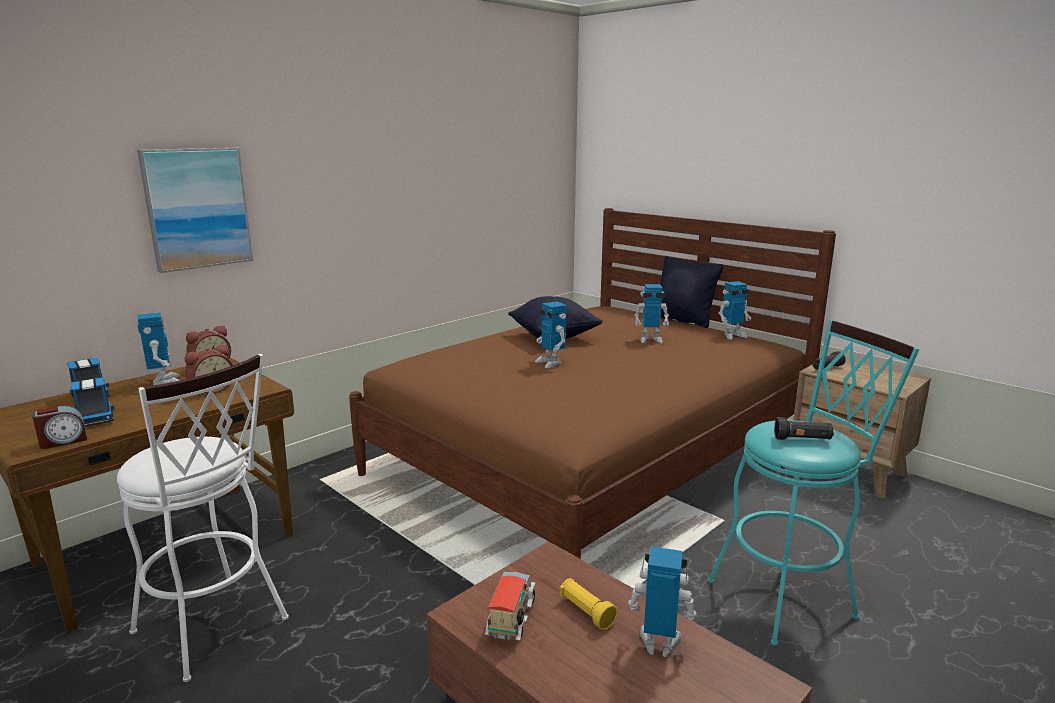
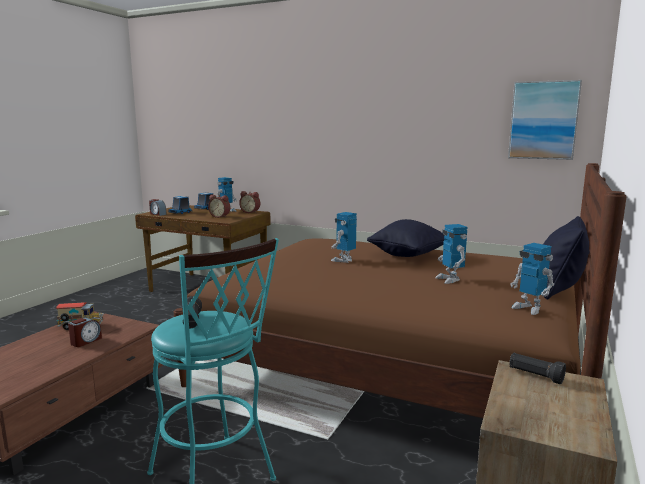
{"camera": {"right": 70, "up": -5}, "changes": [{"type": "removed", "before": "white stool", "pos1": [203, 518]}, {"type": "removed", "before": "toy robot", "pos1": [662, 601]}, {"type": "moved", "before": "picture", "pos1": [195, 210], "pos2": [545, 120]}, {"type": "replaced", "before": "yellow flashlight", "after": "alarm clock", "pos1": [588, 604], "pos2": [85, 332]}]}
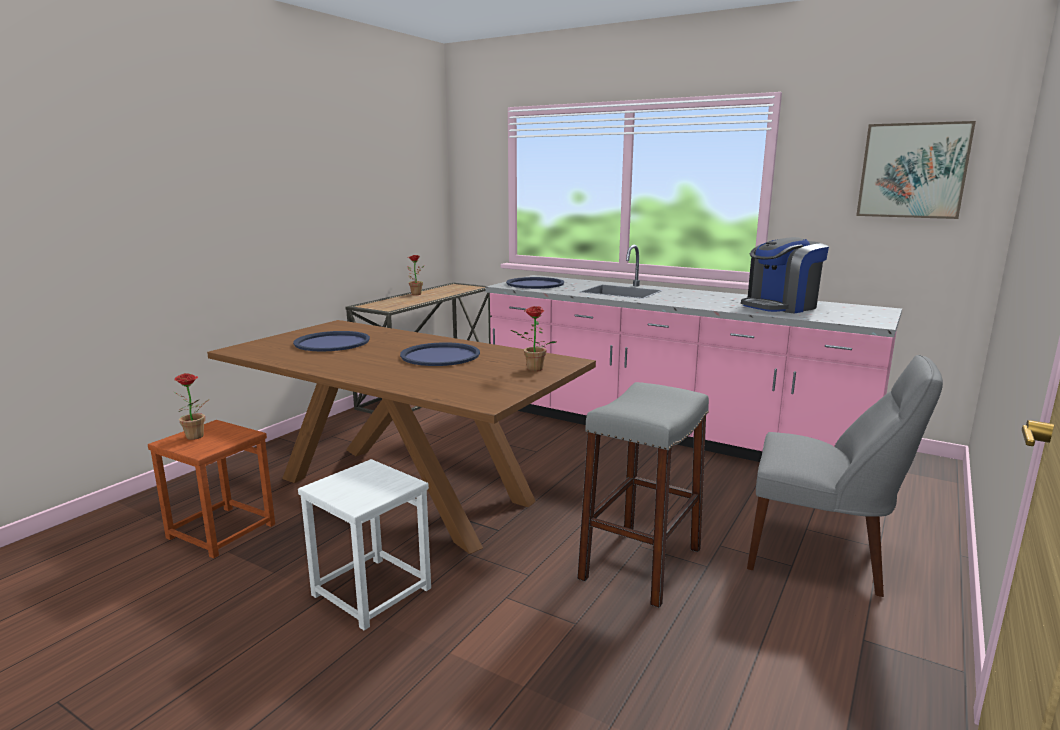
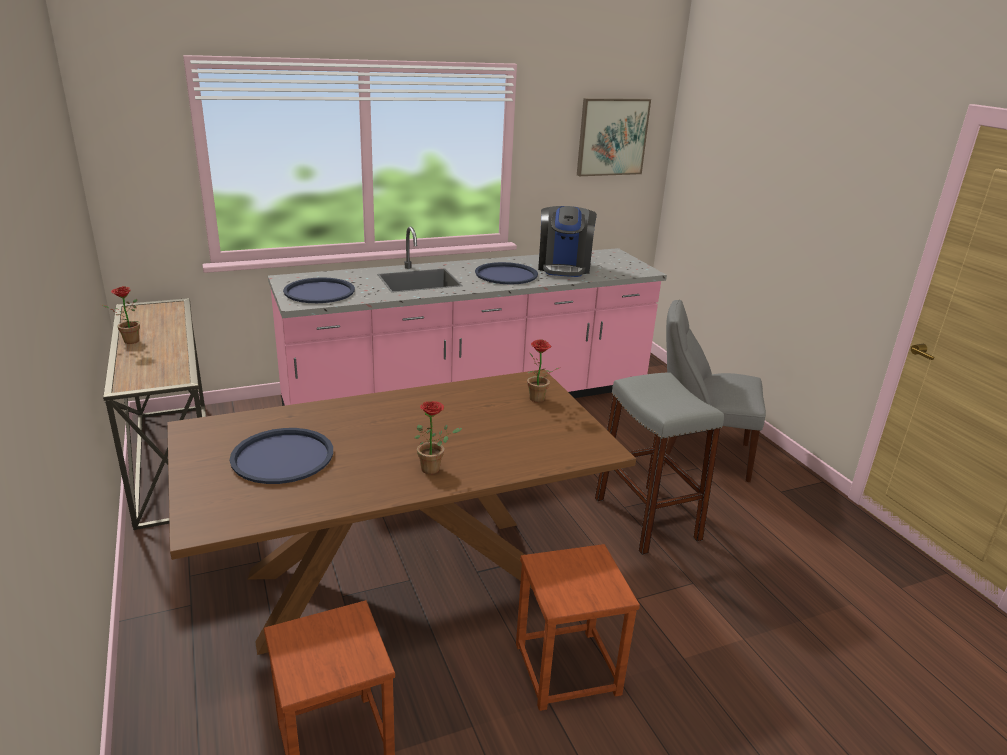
{"camera": {"right": -55, "up": 10}, "changes": [{"type": "moved", "before": "potted plant", "pos1": [192, 406], "pos2": [439, 437]}, {"type": "moved", "before": "blue tray", "pos1": [440, 354], "pos2": [506, 273]}, {"type": "recoloured", "before": "white stool", "after": "brown stool", "pos1": [364, 544], "pos2": [578, 627]}, {"type": "turned", "before": "grey chair", "pos1": [845, 476], "pos2": [714, 391], "turn": -135}]}
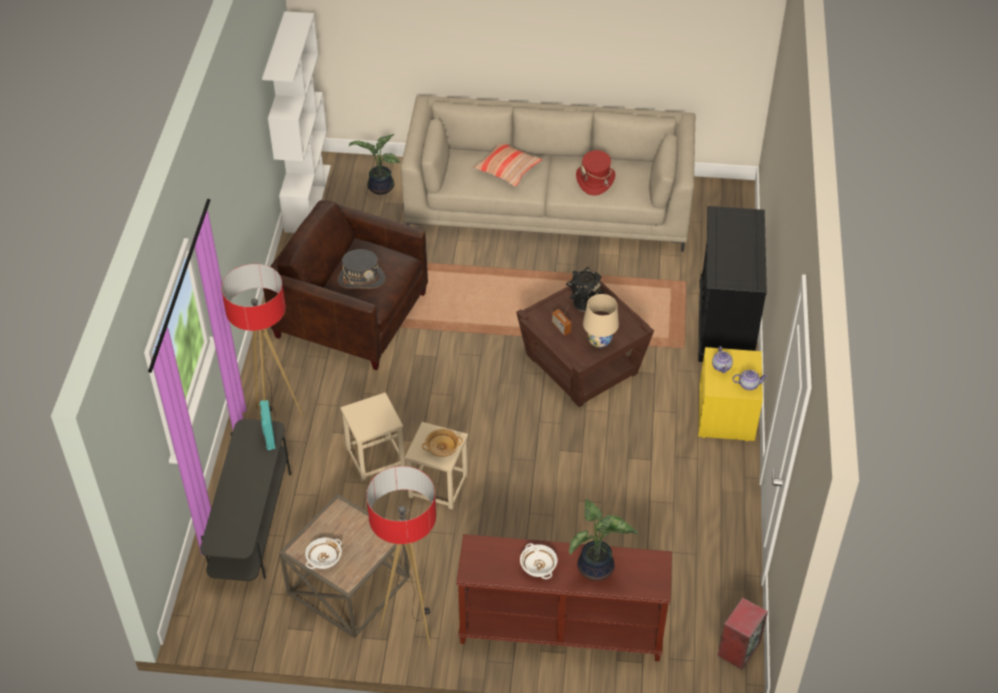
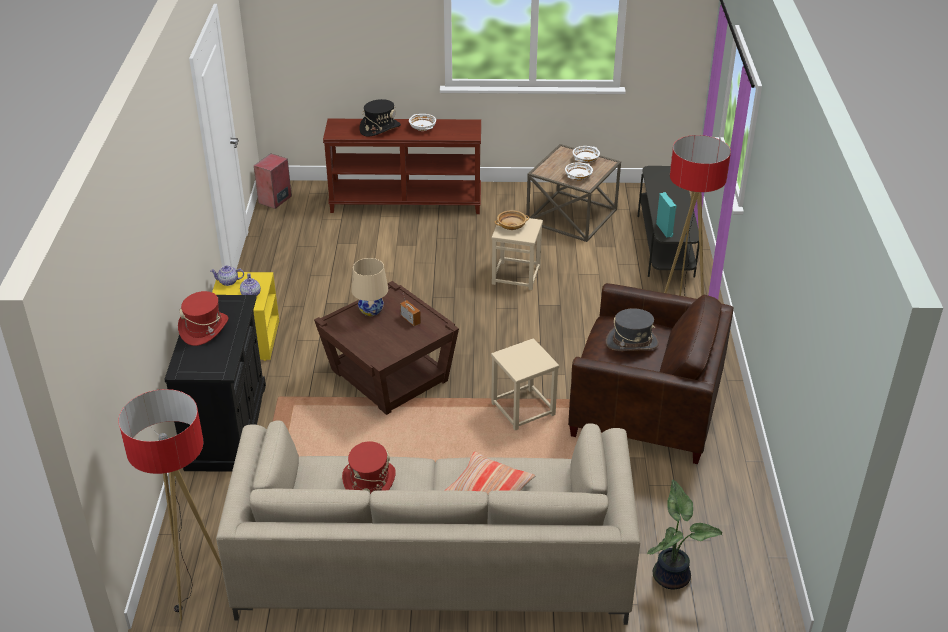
{"camera": {"right": 175, "up": -10}, "changes": [{"type": "removed", "before": "white bookcase", "pos1": [296, 122]}, {"type": "removed", "before": "black vase", "pos1": [585, 289]}, {"type": "added", "after": "red hat", "pos2": [203, 318]}, {"type": "added", "after": "white bowl", "pos2": [579, 171]}, {"type": "moved", "before": "beige stool", "pos1": [372, 436], "pos2": [525, 384]}, {"type": "moved", "before": "floor lamp", "pos1": [401, 556], "pos2": [170, 505]}, {"type": "replaced", "before": "potted plant", "after": "black hat", "pos1": [603, 540], "pos2": [380, 118]}]}
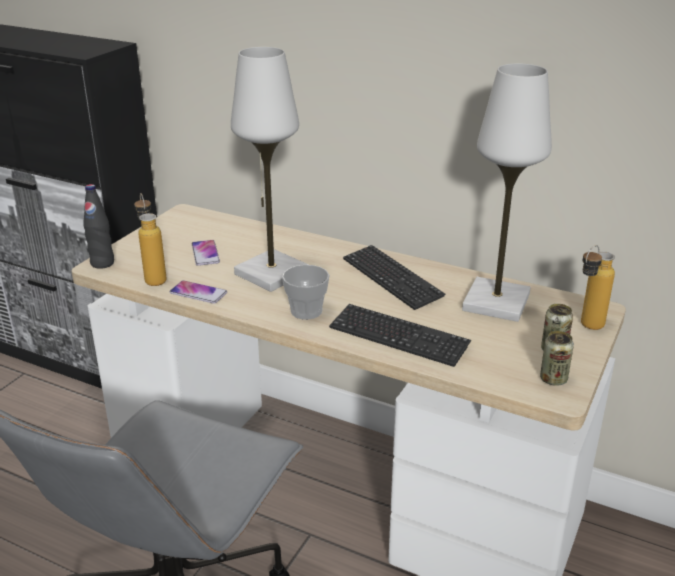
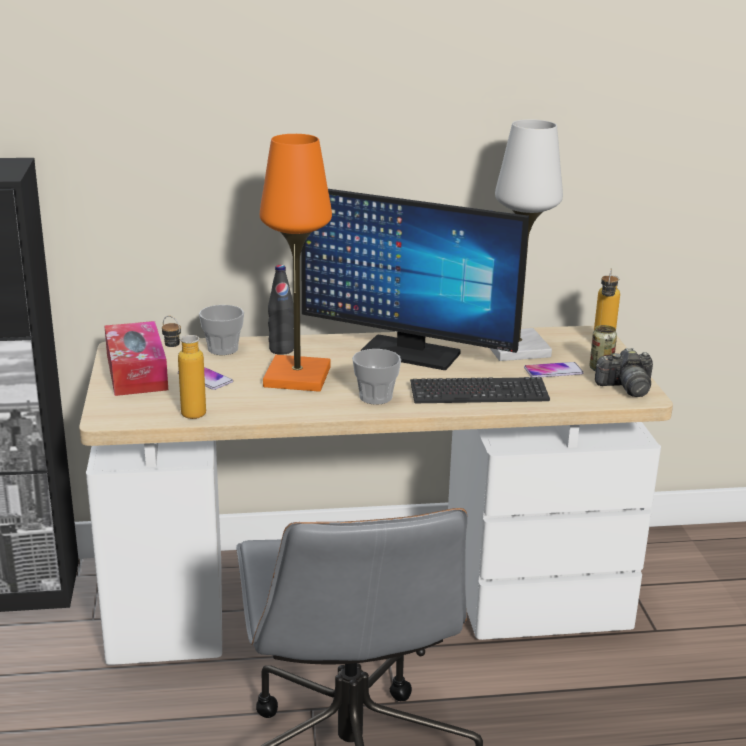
{"camera": {"right": -35, "up": -5}, "changes": [{"type": "added", "after": "tissue box", "pos2": [136, 358]}, {"type": "added", "after": "cup", "pos2": [221, 330]}, {"type": "moved", "before": "black bottle", "pos1": [98, 226], "pos2": [281, 310]}, {"type": "moved", "before": "phone", "pos1": [198, 292], "pos2": [554, 369]}, {"type": "replaced", "before": "keyboard", "after": "monitor", "pos1": [394, 277], "pos2": [415, 279]}, {"type": "replaced", "before": "can", "after": "photo camera", "pos1": [557, 358], "pos2": [624, 372]}, {"type": "recoloured", "before": "white table lamp", "after": "orange table lamp", "pos1": [270, 169], "pos2": [296, 263]}]}
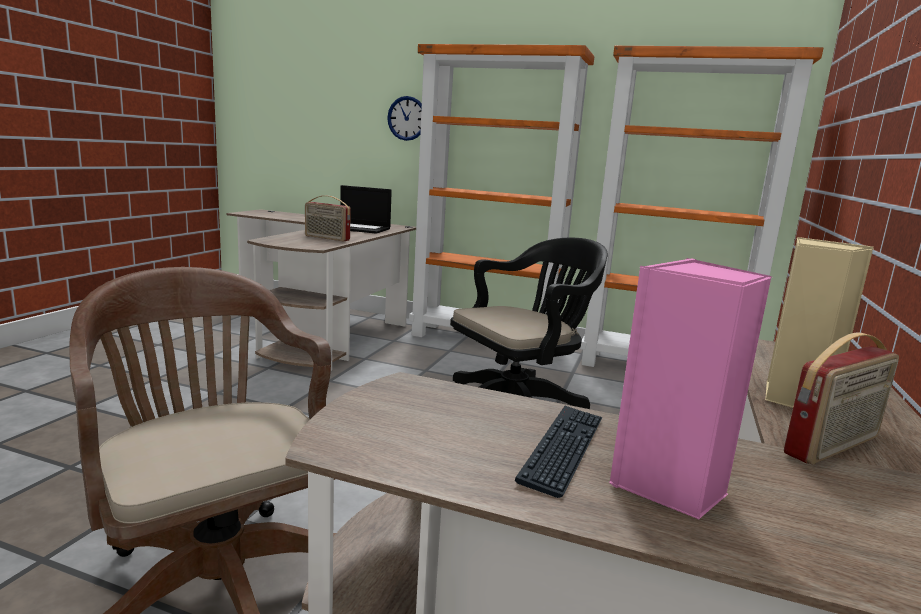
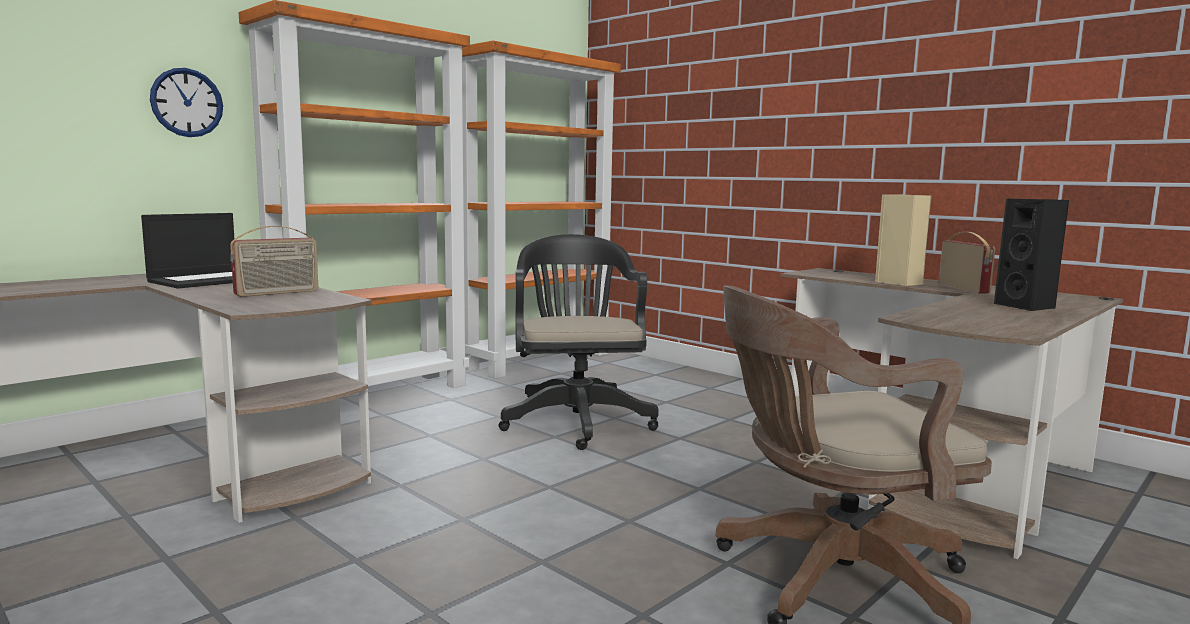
{"camera": {"right": -65, "up": -5}, "changes": [{"type": "removed", "before": "keyboard", "pos1": [559, 452]}, {"type": "recoloured", "before": "pink speaker", "after": "black speaker", "pos1": [691, 388], "pos2": [1031, 255]}]}
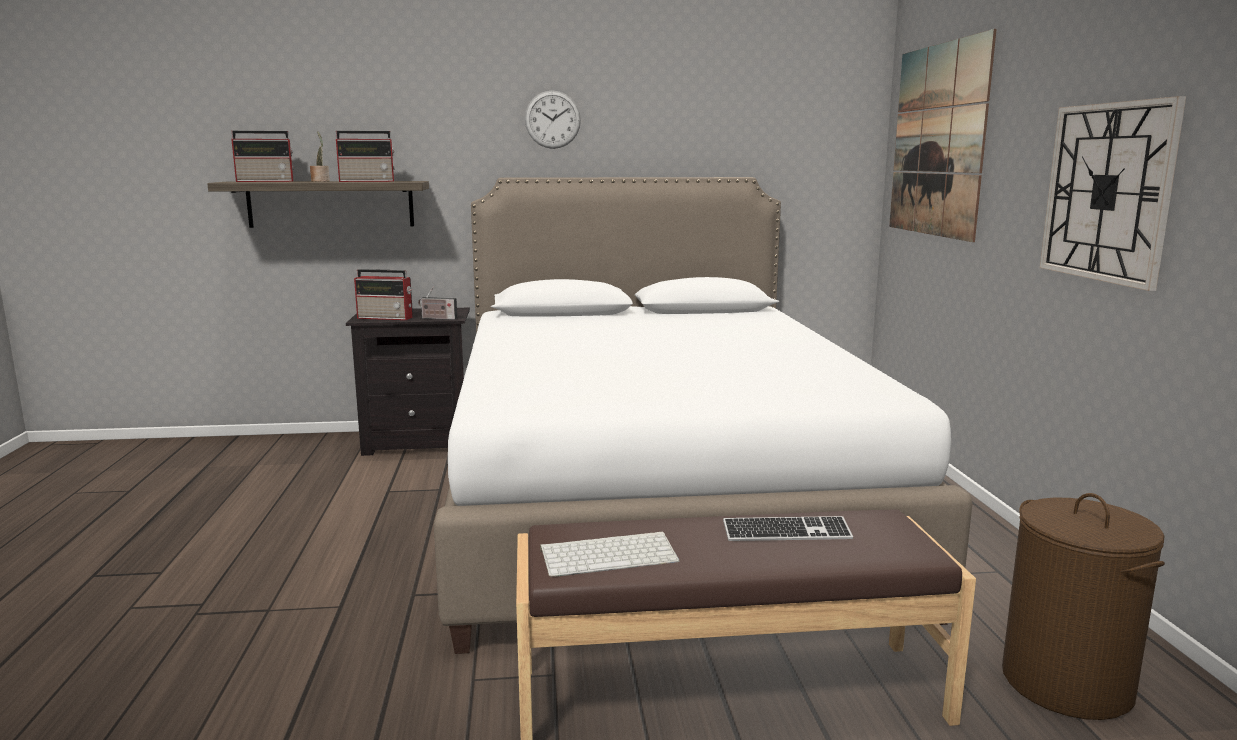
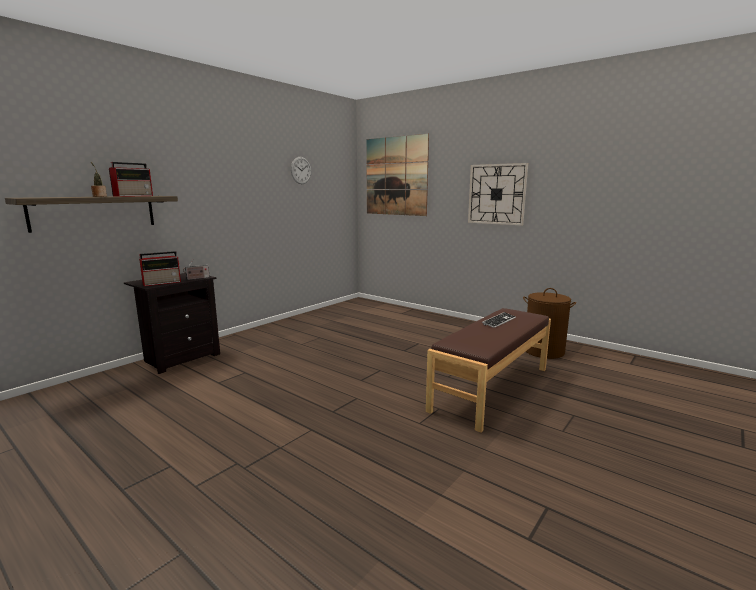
{"camera": {"right": -45, "up": 0}, "changes": [{"type": "removed", "before": "radio", "pos1": [262, 156]}, {"type": "removed", "before": "white bed", "pos1": [703, 415]}, {"type": "removed", "before": "keyboard", "pos1": [609, 554]}, {"type": "moved", "before": "wall clock", "pos1": [553, 119], "pos2": [301, 170]}]}
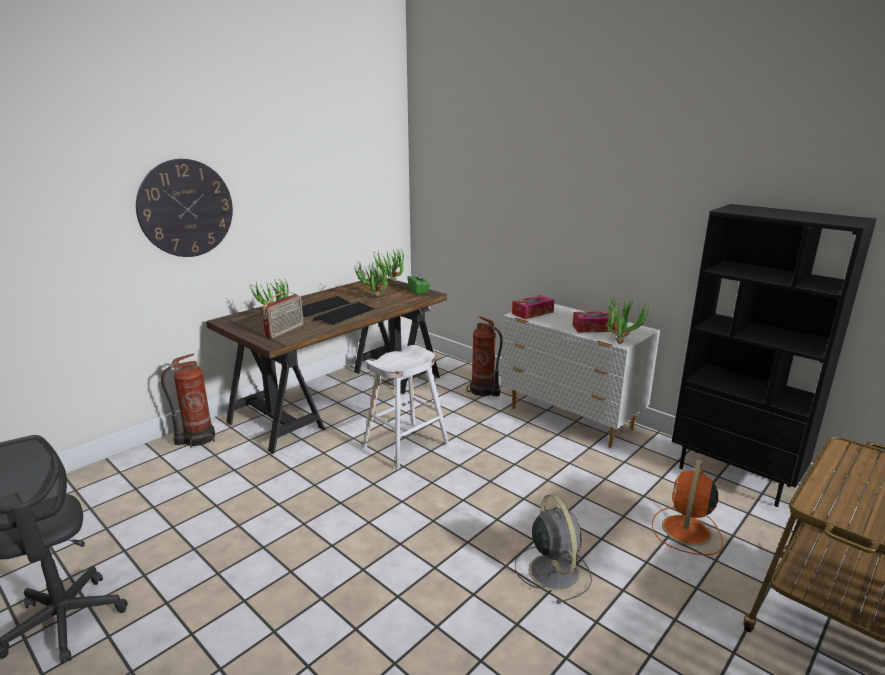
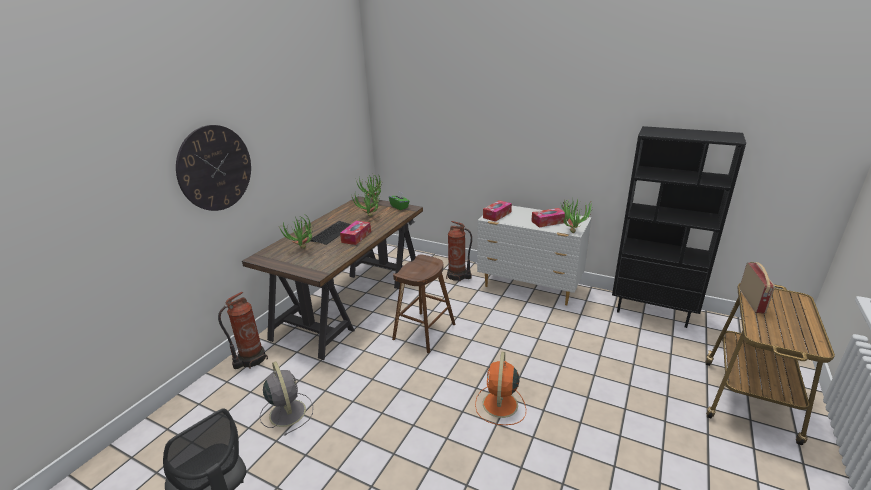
{"camera": {"right": -15, "up": 5}, "changes": [{"type": "moved", "before": "radio", "pos1": [282, 315], "pos2": [757, 288]}, {"type": "moved", "before": "grey fan", "pos1": [553, 549], "pos2": [286, 399]}, {"type": "moved", "before": "orange fan", "pos1": [687, 507], "pos2": [500, 388]}, {"type": "replaced", "before": "keyboard", "after": "tissue box", "pos1": [343, 313], "pos2": [355, 233]}, {"type": "recoloured", "before": "white stool", "after": "brown stool", "pos1": [406, 407], "pos2": [423, 303]}]}
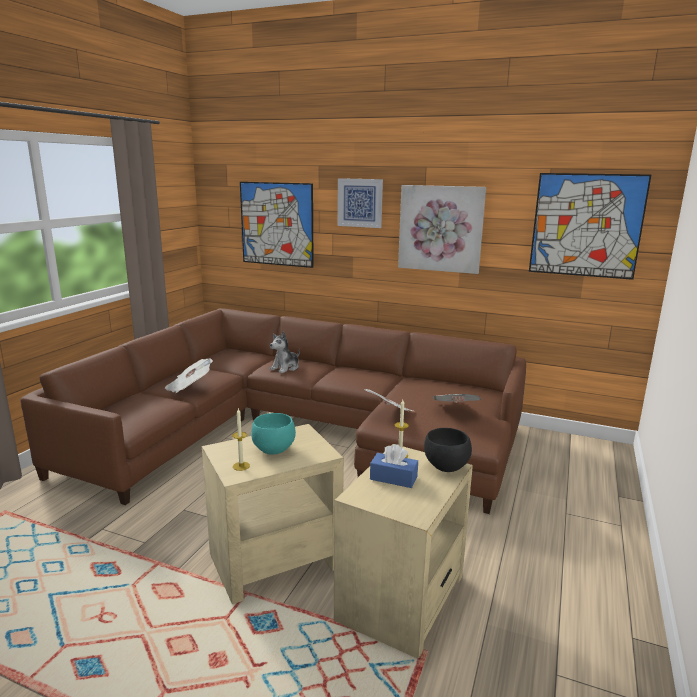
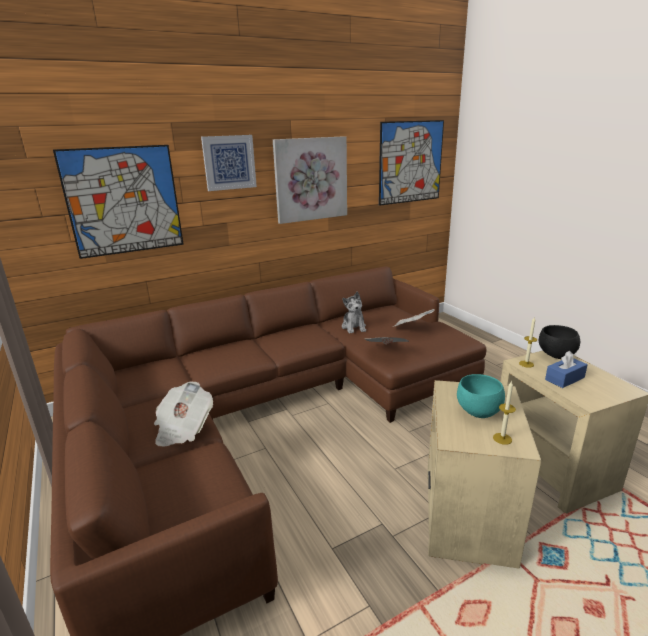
{"camera": {"right": -50, "up": 5}, "changes": [{"type": "moved", "before": "plush toy", "pos1": [285, 352], "pos2": [354, 313]}]}
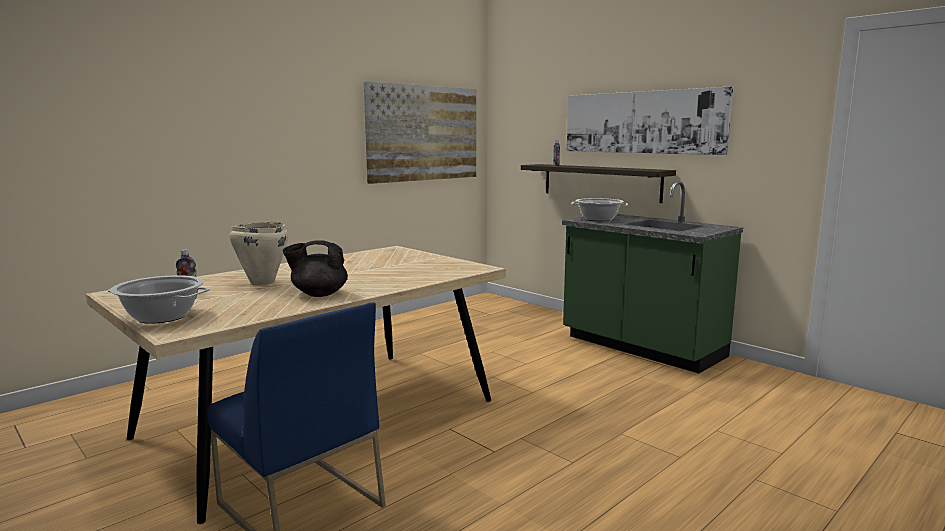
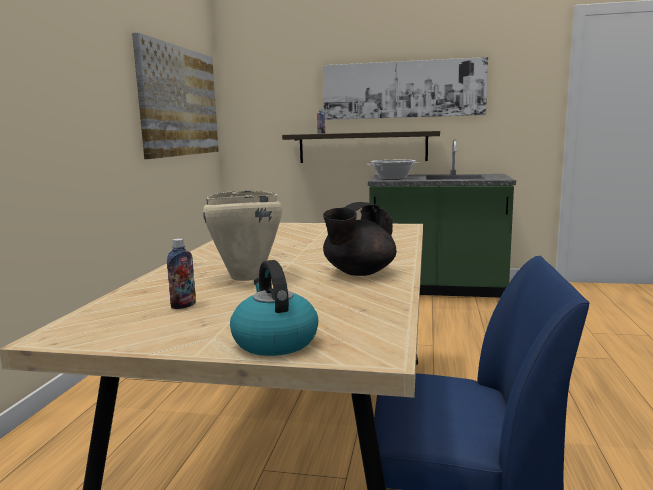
{"camera": {"right": -35, "up": 0}, "changes": [{"type": "replaced", "before": "cooking pot", "after": "kettle", "pos1": [158, 299], "pos2": [274, 308]}]}
